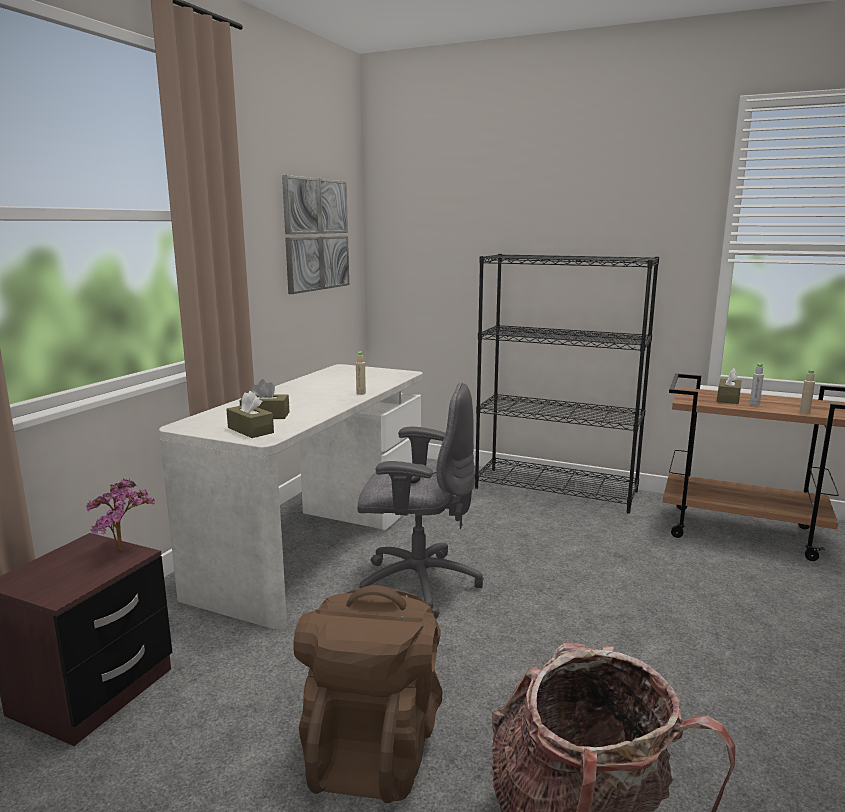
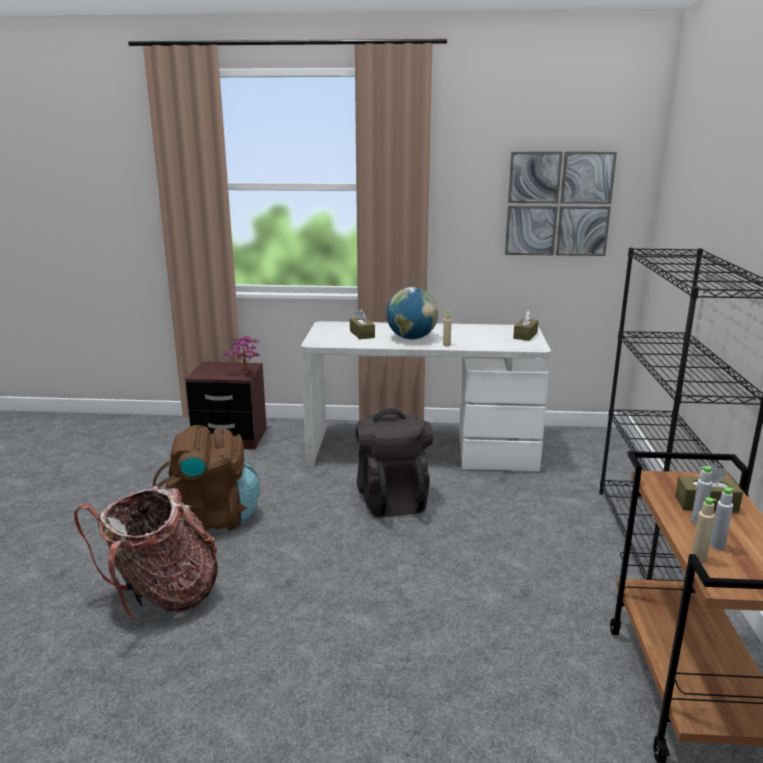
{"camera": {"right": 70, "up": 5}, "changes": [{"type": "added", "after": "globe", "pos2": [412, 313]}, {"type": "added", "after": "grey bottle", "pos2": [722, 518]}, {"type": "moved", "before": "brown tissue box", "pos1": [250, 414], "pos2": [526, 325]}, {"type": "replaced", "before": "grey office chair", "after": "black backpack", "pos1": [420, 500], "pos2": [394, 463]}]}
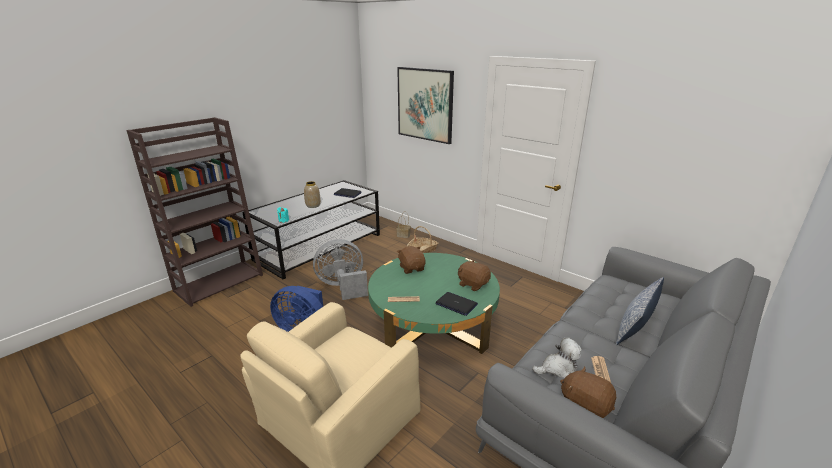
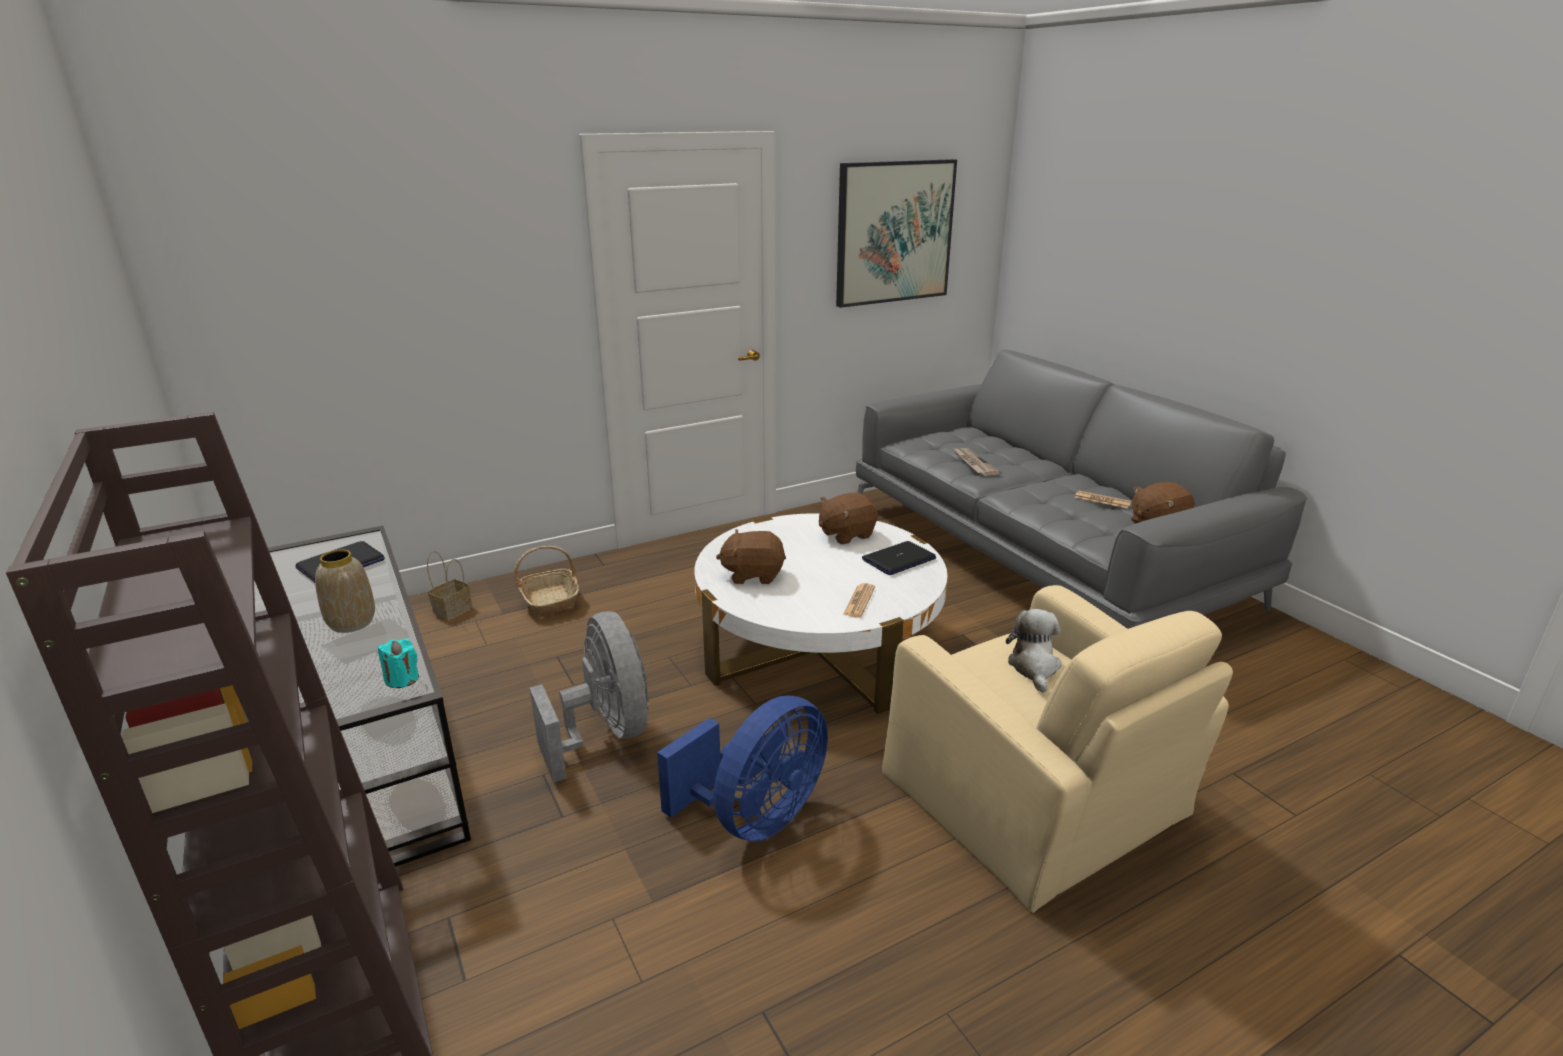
{"camera": {"right": -70, "up": 0}, "changes": [{"type": "removed", "before": "pillow", "pos1": [640, 311]}, {"type": "added", "after": "newspaper", "pos2": [977, 462]}, {"type": "moved", "before": "picture", "pos1": [425, 105], "pos2": [896, 233]}, {"type": "moved", "before": "plush toy", "pos1": [557, 357], "pos2": [1034, 651]}, {"type": "recoloured", "before": "green coffee table", "after": "white coffee table", "pos1": [434, 303], "pos2": [821, 613]}, {"type": "turned", "before": "grey fan", "pos1": [340, 269], "pos2": [589, 697], "turn": 150}]}
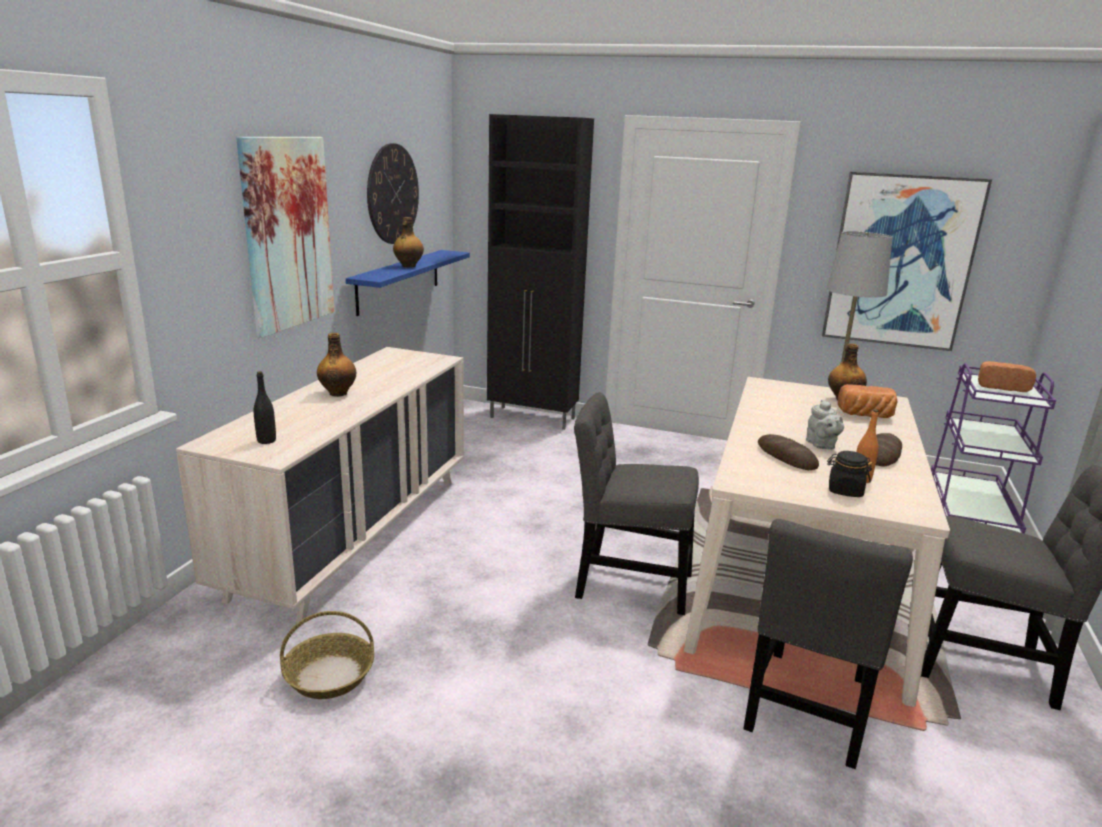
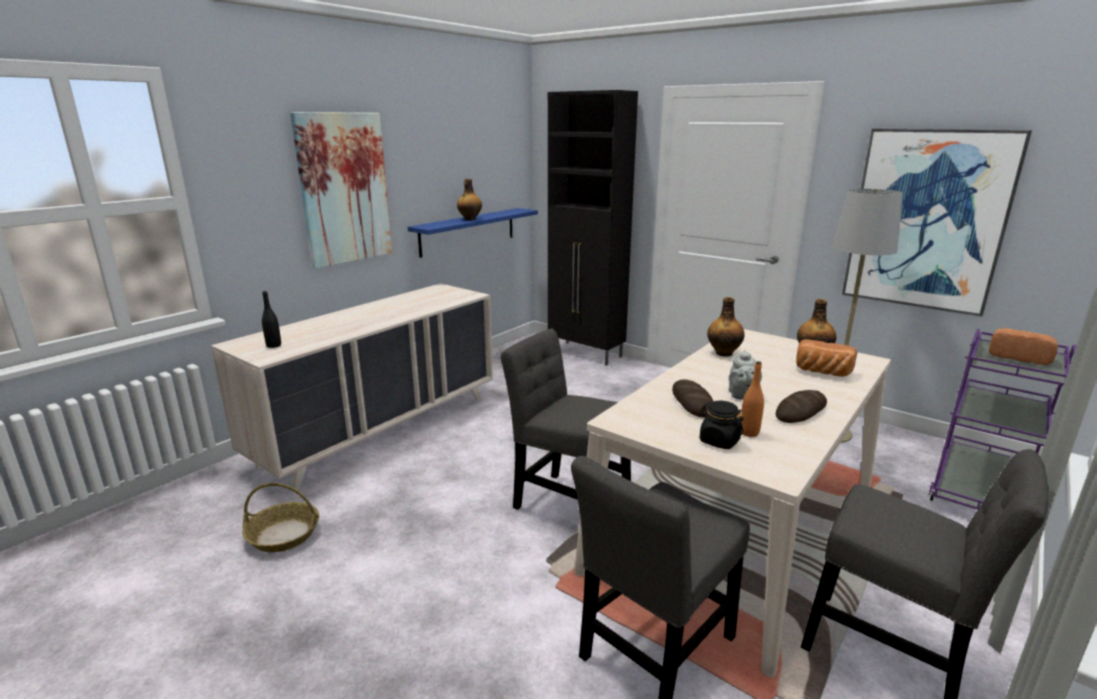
{"camera": {"right": 20, "up": 0}, "changes": [{"type": "removed", "before": "wall clock", "pos1": [393, 193]}, {"type": "moved", "before": "bottle", "pos1": [336, 365], "pos2": [726, 327]}]}
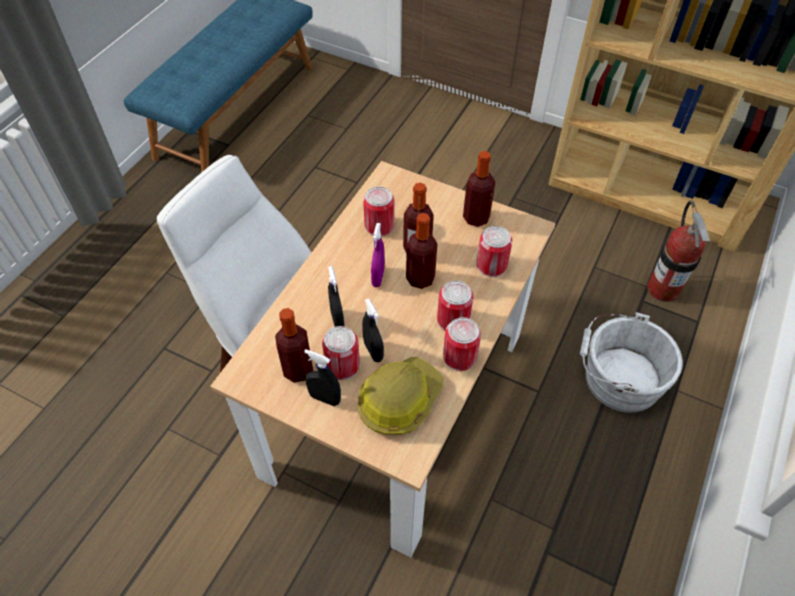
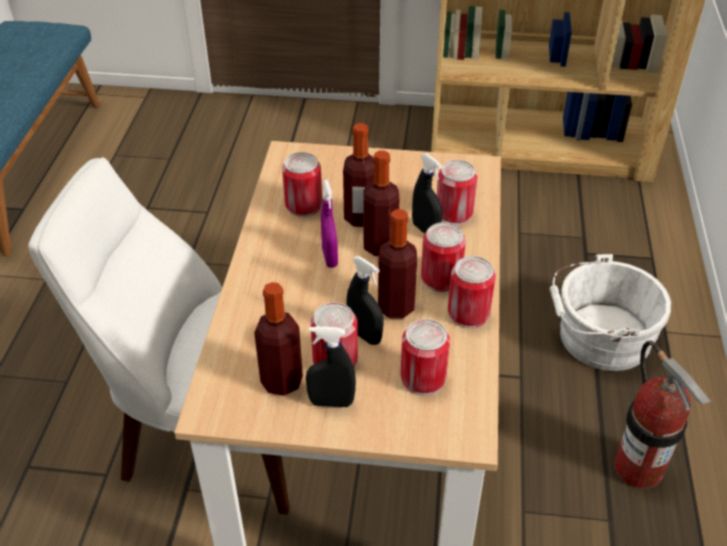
{"camera": {"right": -20, "up": -10}, "changes": [{"type": "moved", "before": "black spray bottle", "pos1": [336, 296], "pos2": [427, 193]}, {"type": "moved", "before": "bottle", "pos1": [479, 189], "pos2": [397, 263]}, {"type": "moved", "before": "fire extinguisher", "pos1": [678, 251], "pos2": [662, 414]}, {"type": "replaced", "before": "hard hat", "after": "can", "pos1": [401, 396], "pos2": [425, 357]}]}
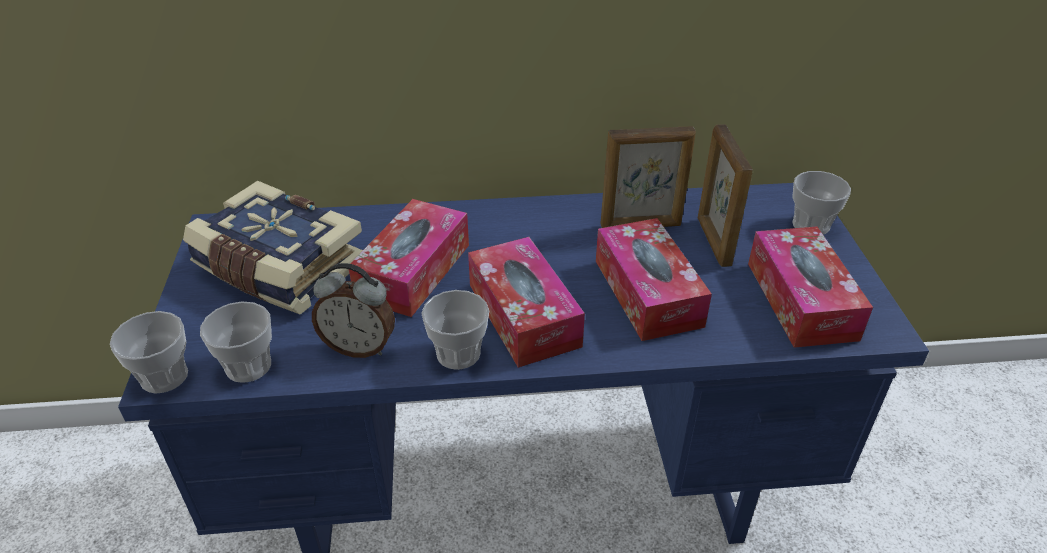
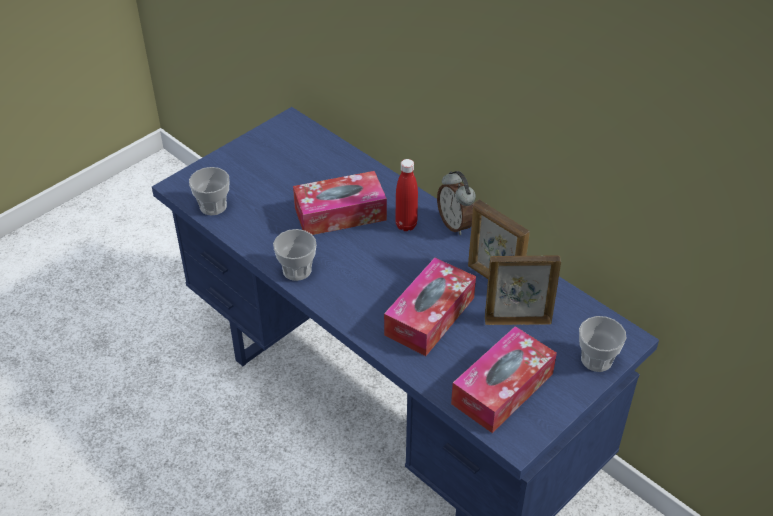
{"camera": {"right": 50, "up": 5}, "changes": [{"type": "removed", "before": "cup", "pos1": [149, 352]}, {"type": "removed", "before": "book", "pos1": [273, 248]}, {"type": "removed", "before": "tissue box", "pos1": [526, 302]}, {"type": "added", "after": "red bottle", "pos2": [406, 195]}, {"type": "moved", "before": "alarm clock", "pos1": [353, 310], "pos2": [456, 203]}, {"type": "turned", "before": "picture frame", "pos1": [725, 195], "pos2": [523, 290], "turn": 45}]}
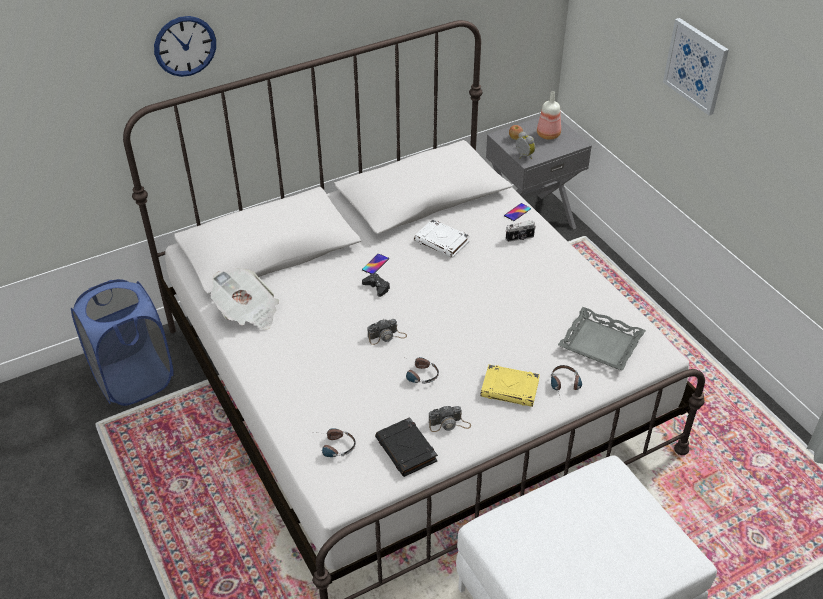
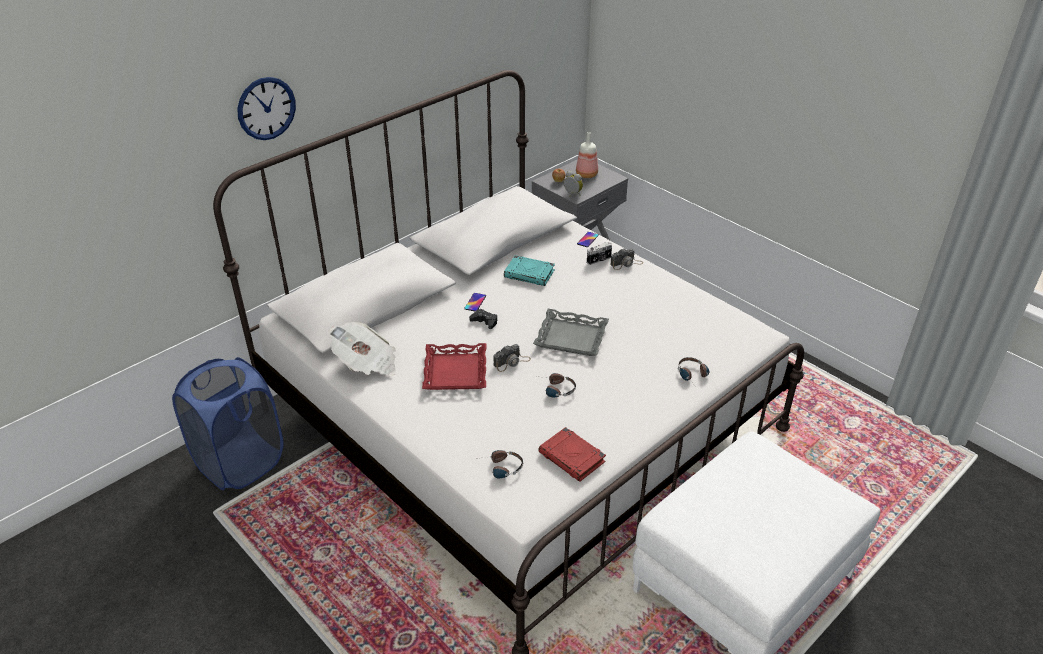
{"camera": {"right": -15, "up": -5}, "changes": [{"type": "removed", "before": "yellow book", "pos1": [510, 385]}, {"type": "removed", "before": "picture", "pos1": [696, 66]}, {"type": "added", "after": "red tray", "pos2": [454, 366]}, {"type": "moved", "before": "photo camera", "pos1": [450, 418], "pos2": [626, 259]}, {"type": "moved", "before": "grey tray", "pos1": [602, 338], "pos2": [571, 332]}, {"type": "recoloured", "before": "black book", "after": "red book", "pos1": [406, 447], "pos2": [572, 454]}, {"type": "recoloured", "before": "white book", "after": "turquoise book", "pos1": [442, 238], "pos2": [529, 270]}]}
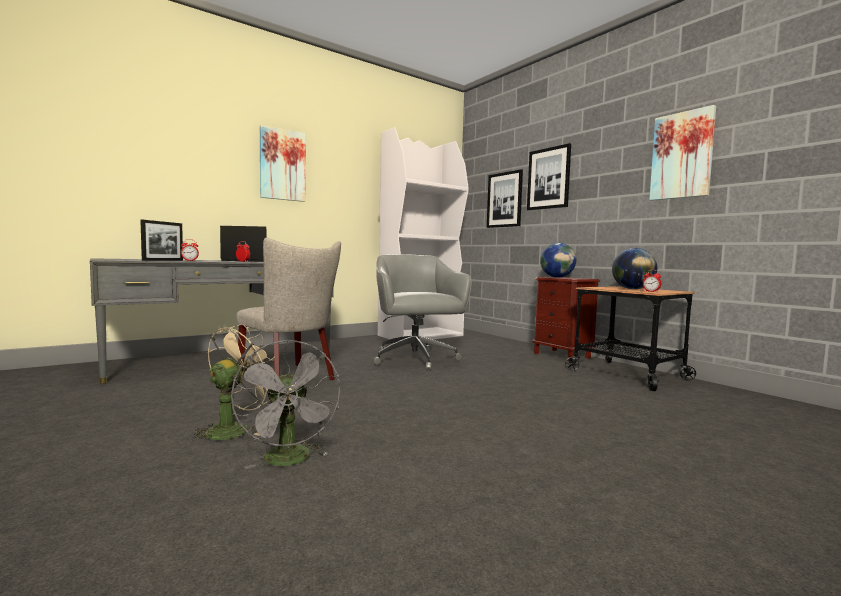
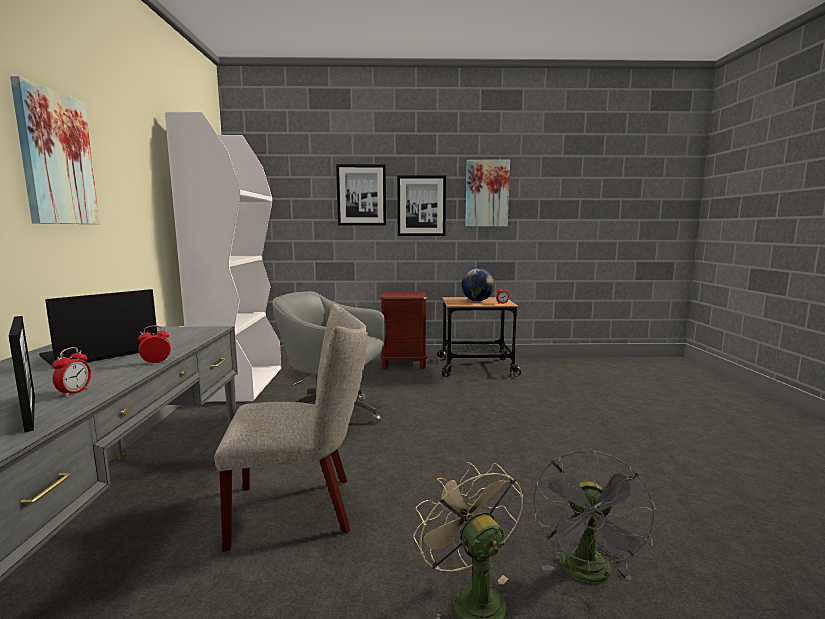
{"camera": {"right": -55, "up": 5}, "changes": [{"type": "removed", "before": "globe", "pos1": [558, 260]}, {"type": "moved", "before": "picture", "pos1": [505, 198], "pos2": [421, 205]}, {"type": "turned", "before": "grey fan", "pos1": [285, 404], "pos2": [594, 516], "turn": 90}]}
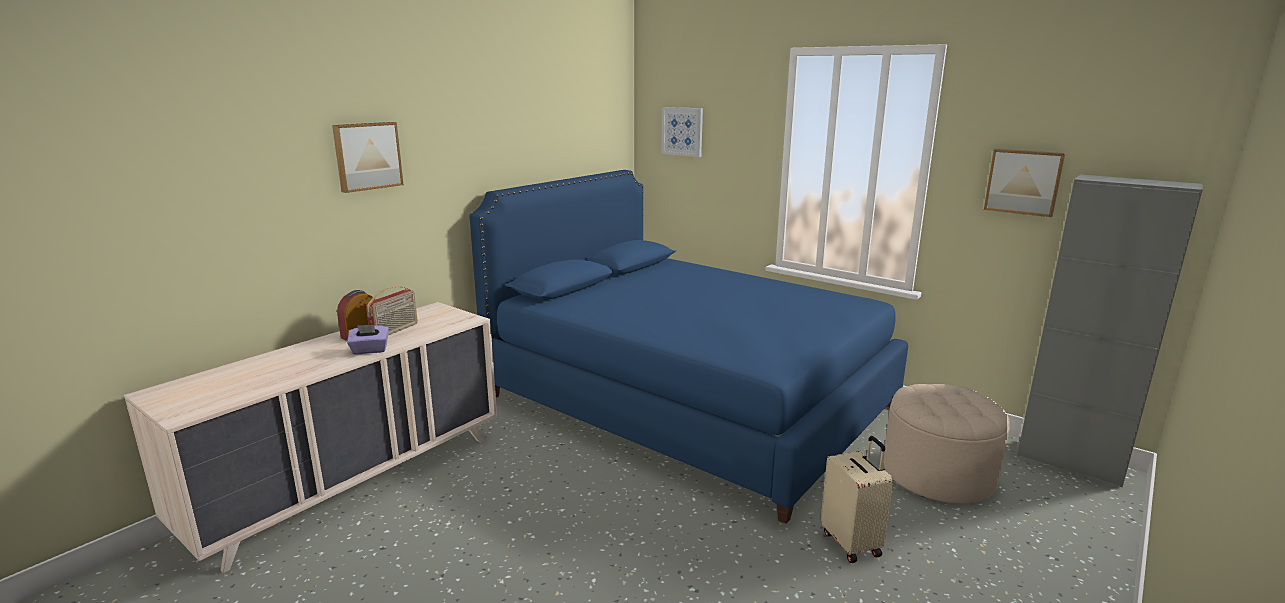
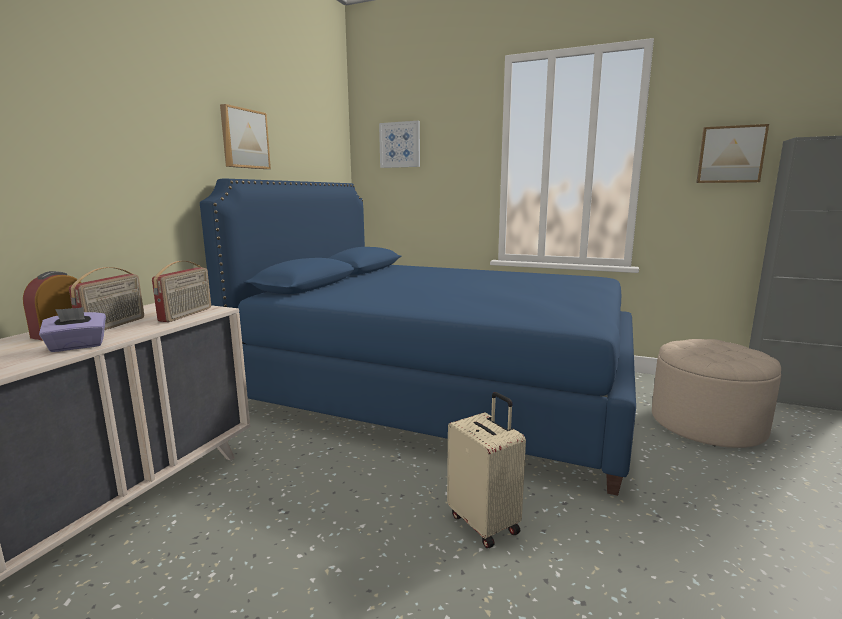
{"camera": {"right": -15, "up": -5}, "changes": [{"type": "added", "after": "radio", "pos2": [181, 291]}, {"type": "moved", "before": "picture", "pos1": [368, 157], "pos2": [245, 136]}, {"type": "moved", "before": "beige suitcase", "pos1": [857, 499], "pos2": [486, 470]}]}
